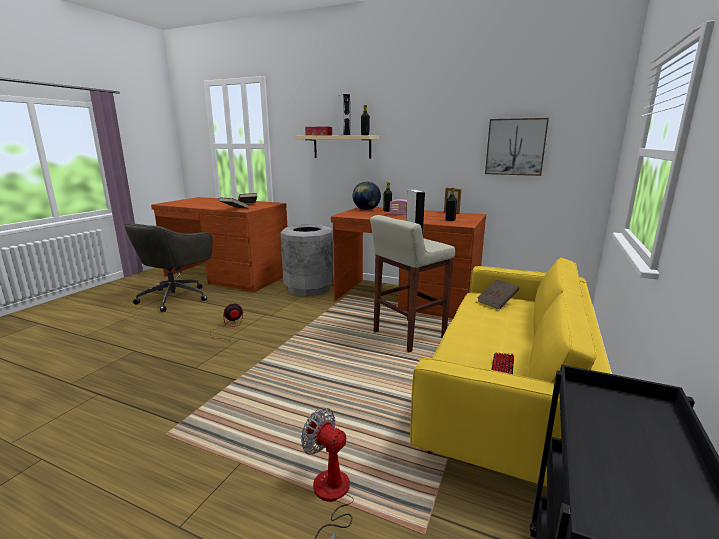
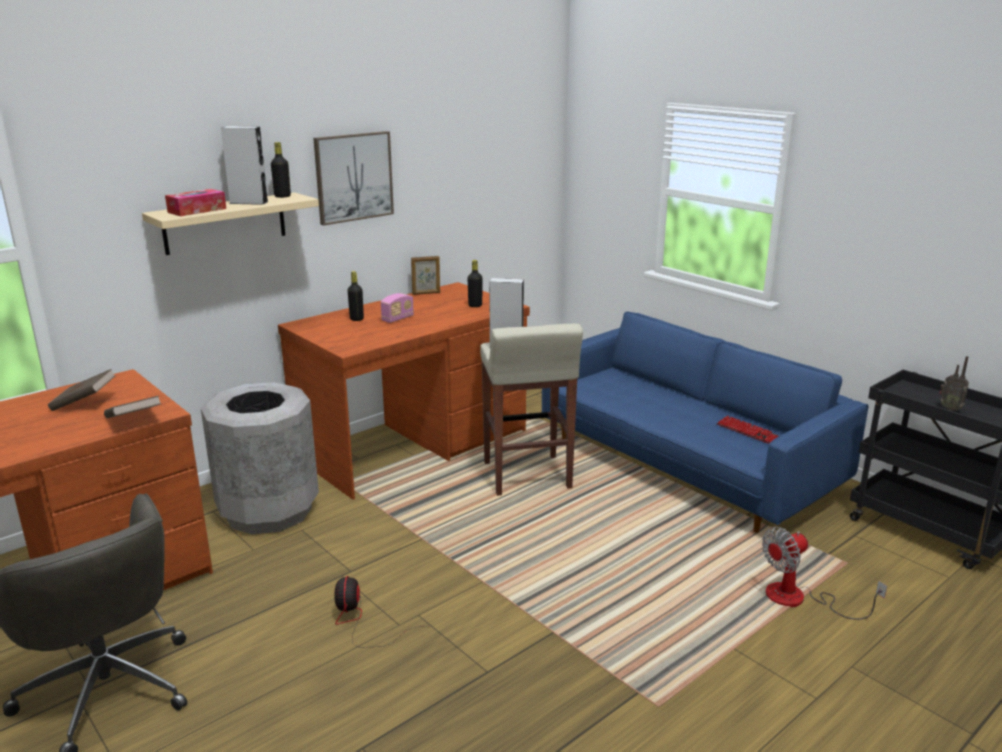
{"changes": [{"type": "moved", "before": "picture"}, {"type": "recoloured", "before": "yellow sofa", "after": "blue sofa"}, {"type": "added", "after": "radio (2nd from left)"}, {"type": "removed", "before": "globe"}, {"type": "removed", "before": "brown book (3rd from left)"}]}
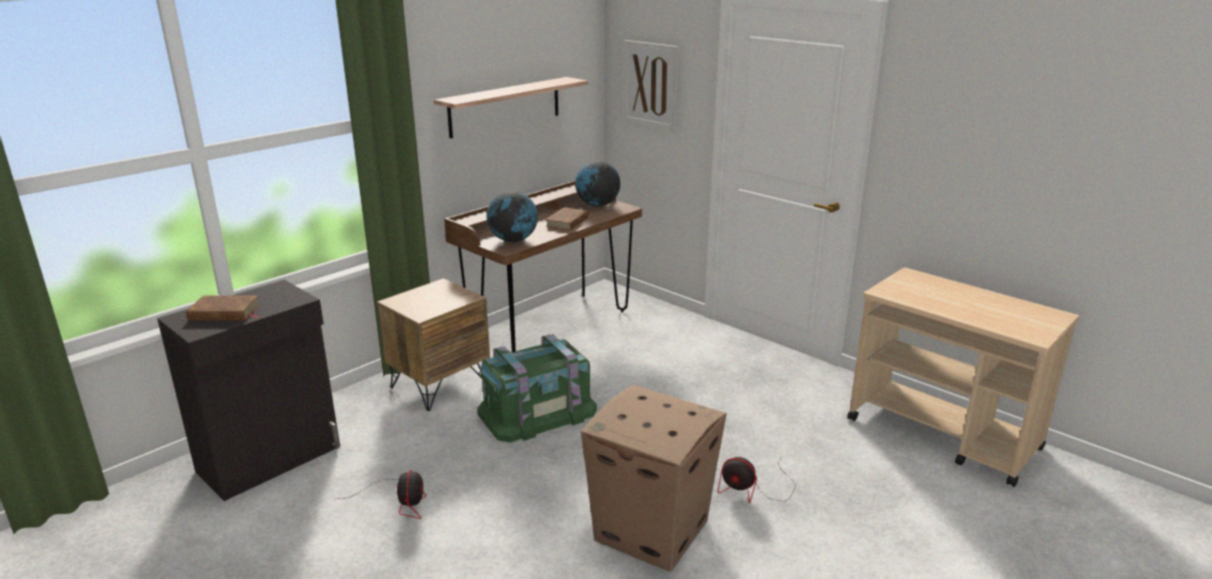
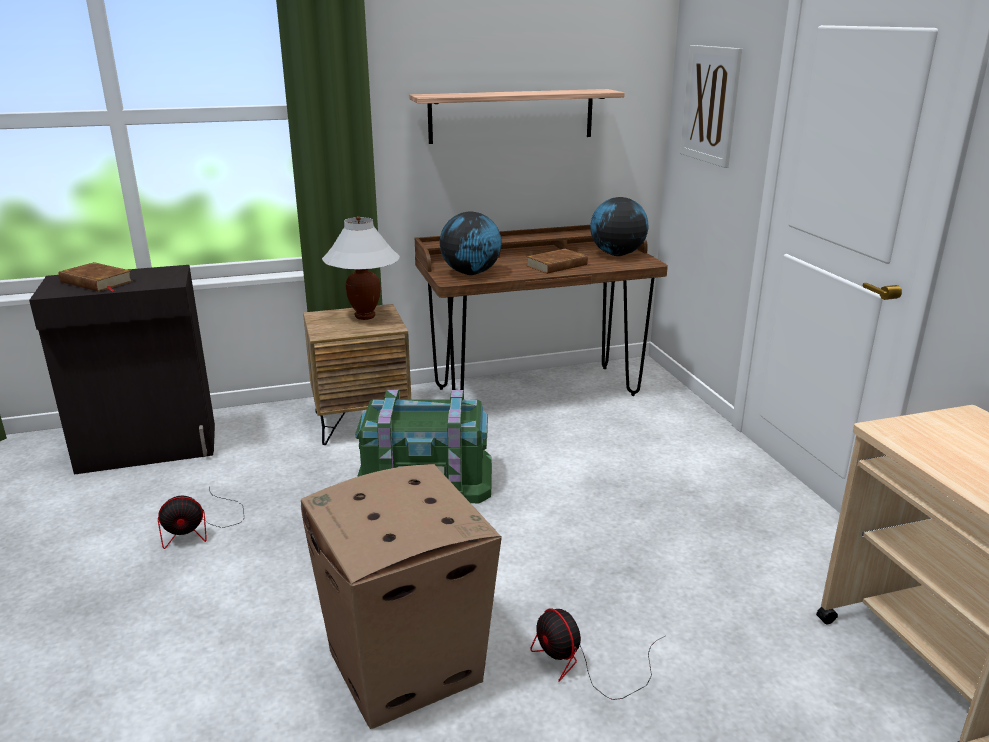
{"changes": [{"type": "turned", "before": "fan (1st from left)", "turn": 45}, {"type": "added", "after": "white table lamp"}]}
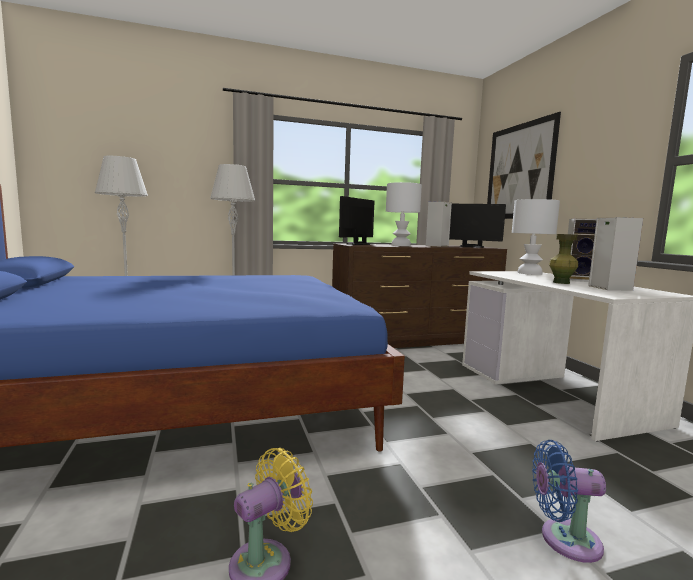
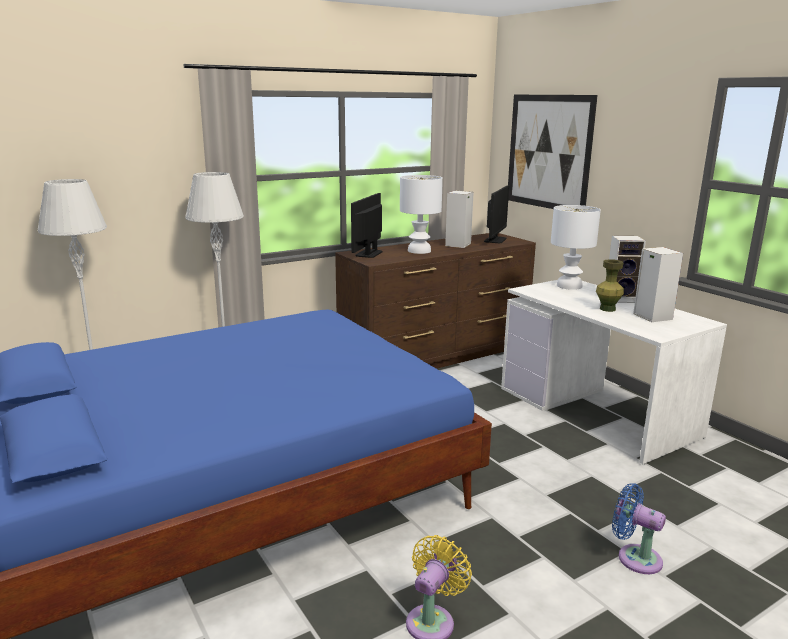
{"changes": [{"type": "turned", "before": "monitor (2nd from left)", "turn": -75}, {"type": "turned", "before": "blue fan", "turn": 45}]}
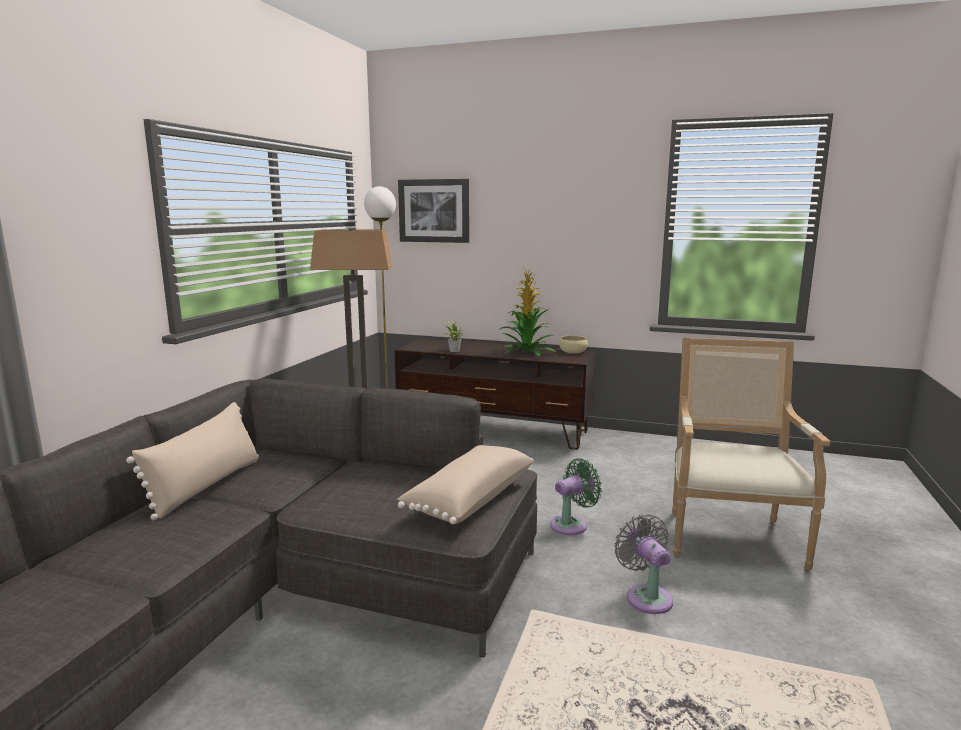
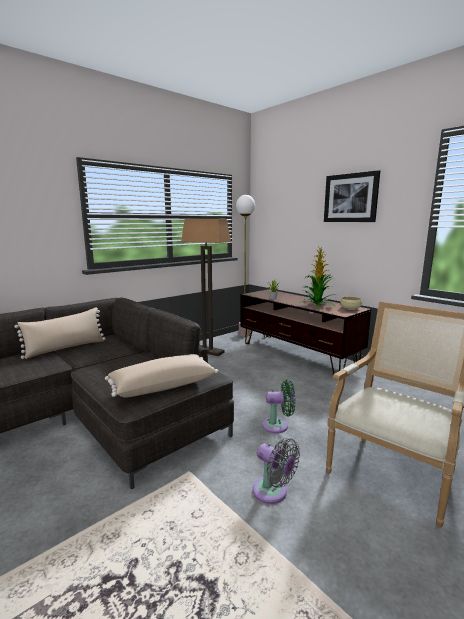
{"changes": [{"type": "turned", "before": "grey fan", "turn": 120}, {"type": "moved", "before": "picture"}]}
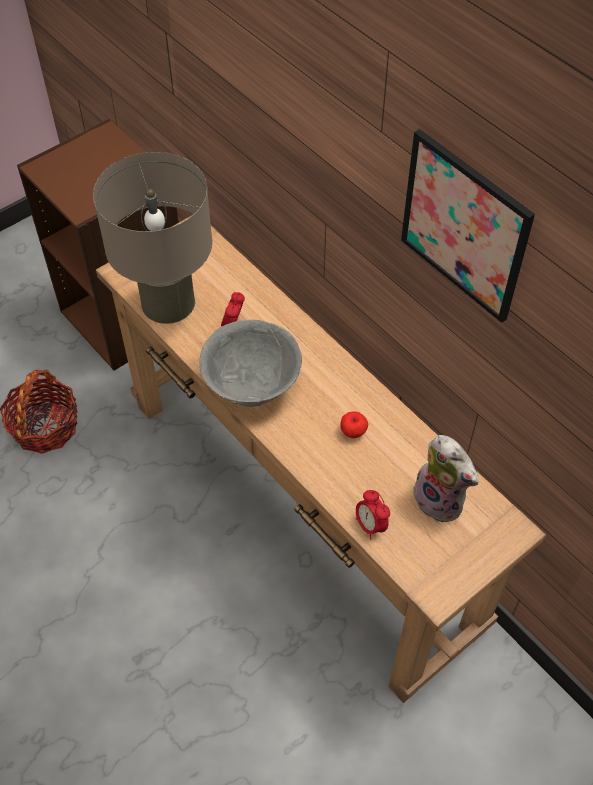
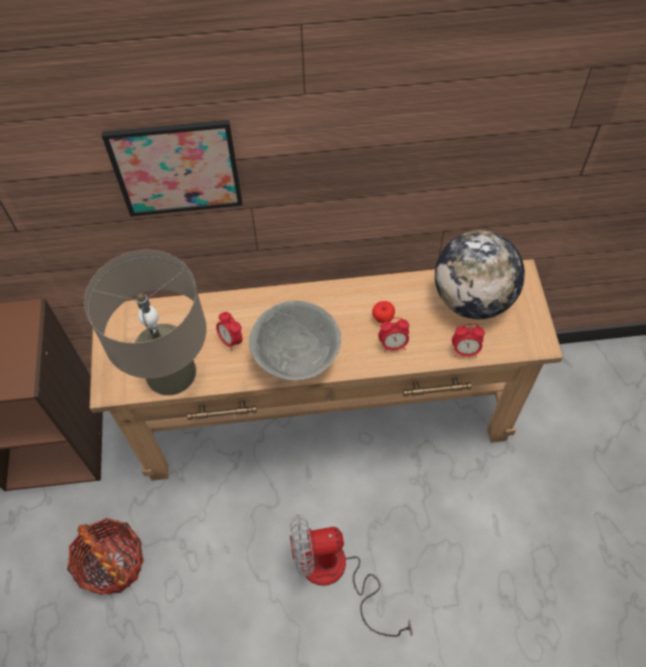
{"changes": [{"type": "moved", "before": "picture"}, {"type": "added", "after": "fan"}, {"type": "added", "after": "alarm clock (2nd from left)"}, {"type": "replaced", "before": "plush toy", "after": "globe"}]}
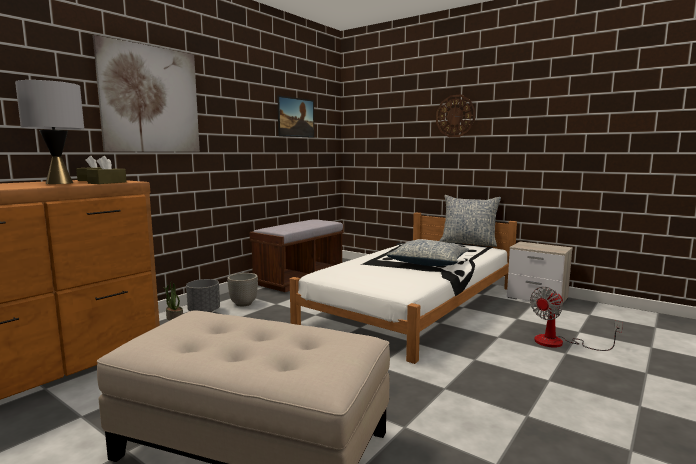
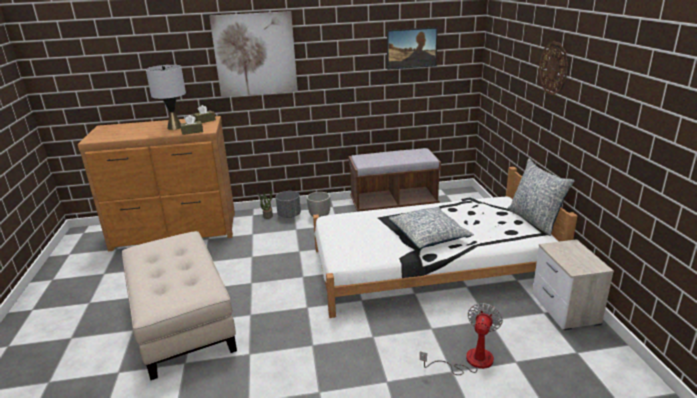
{"changes": [{"type": "turned", "before": "fan", "turn": 105}]}
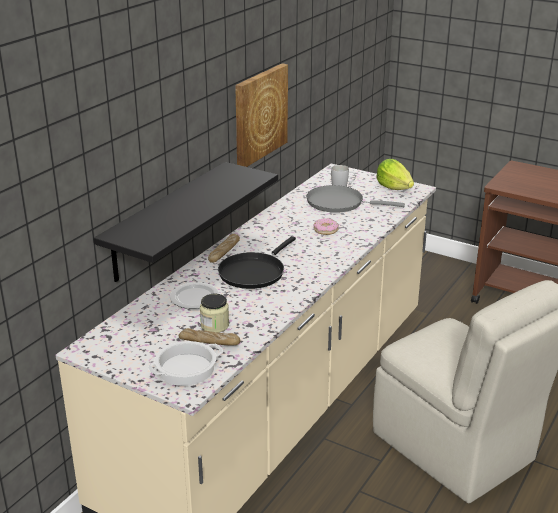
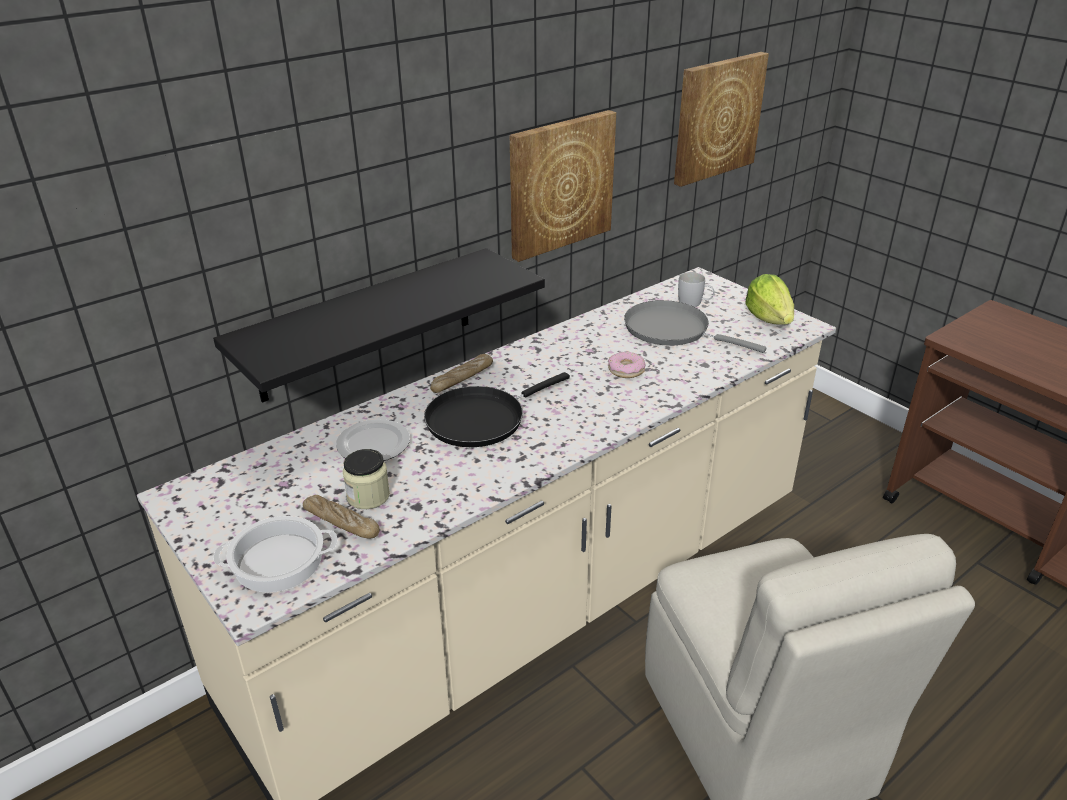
{"changes": [{"type": "added", "after": "picture (2nd from left)"}]}
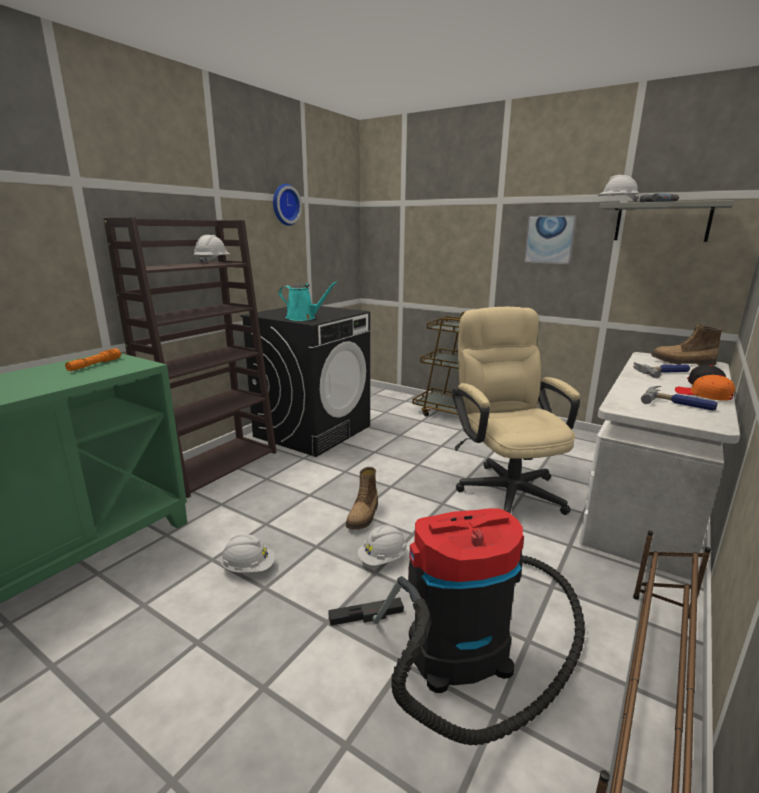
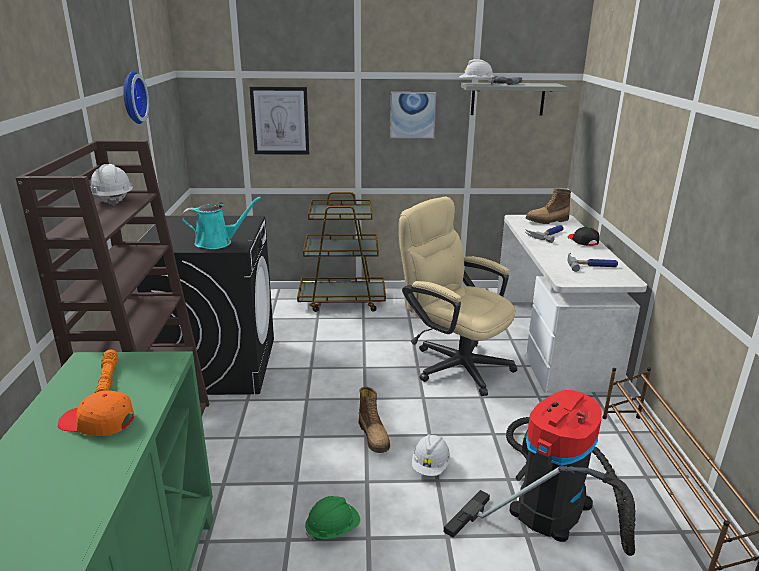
{"changes": [{"type": "moved", "before": "orange cap"}, {"type": "added", "after": "picture (1st from left)"}, {"type": "recoloured", "before": "white hard hat (2nd from left)", "after": "green hard hat"}]}
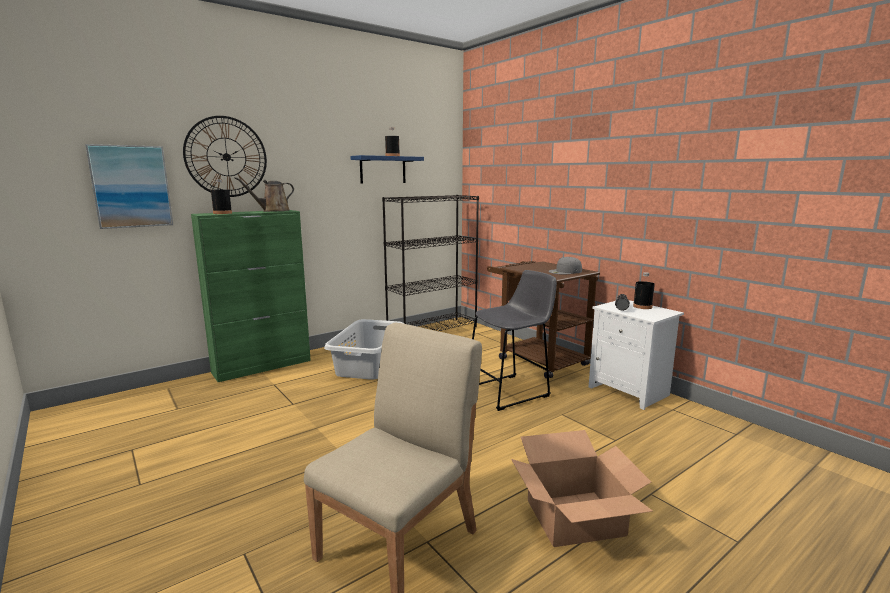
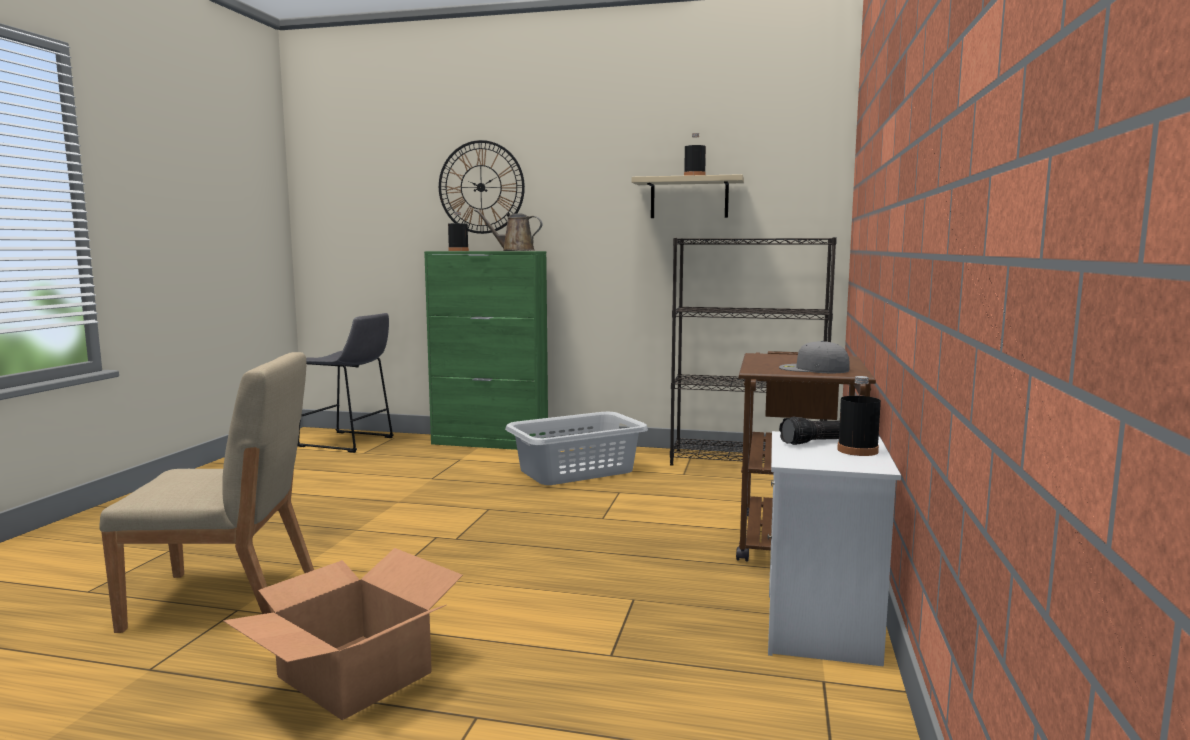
{"changes": [{"type": "moved", "before": "grey stool"}, {"type": "recoloured", "before": "blue shelf", "after": "beige shelf"}, {"type": "removed", "before": "picture"}]}
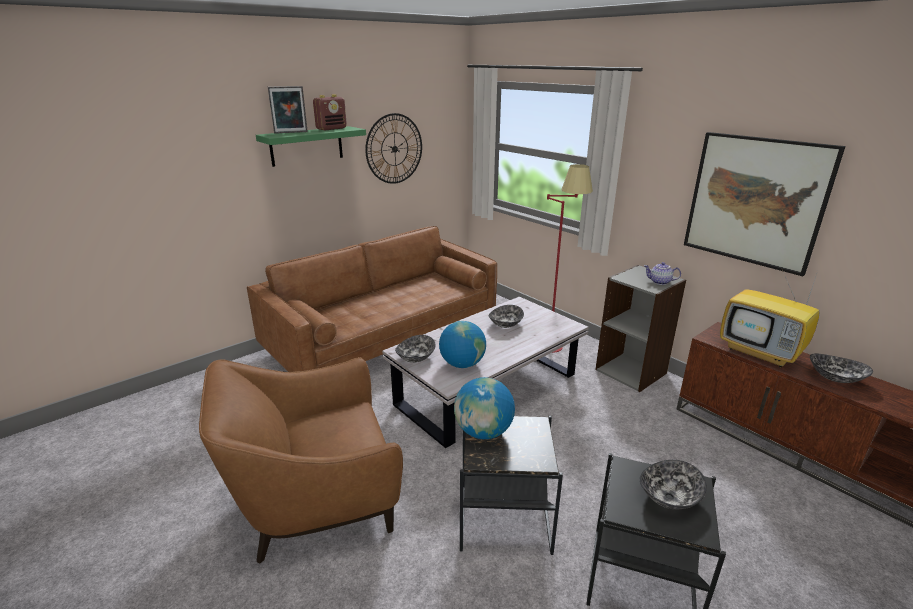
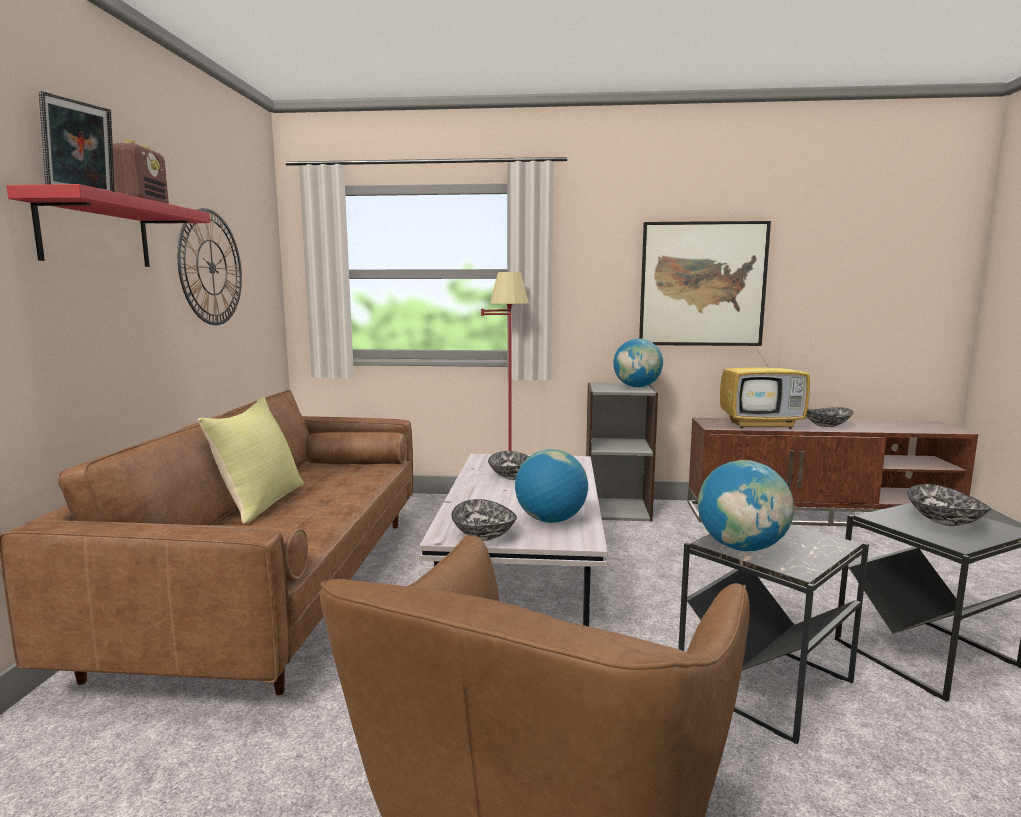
{"changes": [{"type": "recoloured", "before": "green shelf", "after": "red shelf"}, {"type": "added", "after": "yellow pillow"}, {"type": "replaced", "before": "teapot", "after": "globe (2nd from left)"}]}
